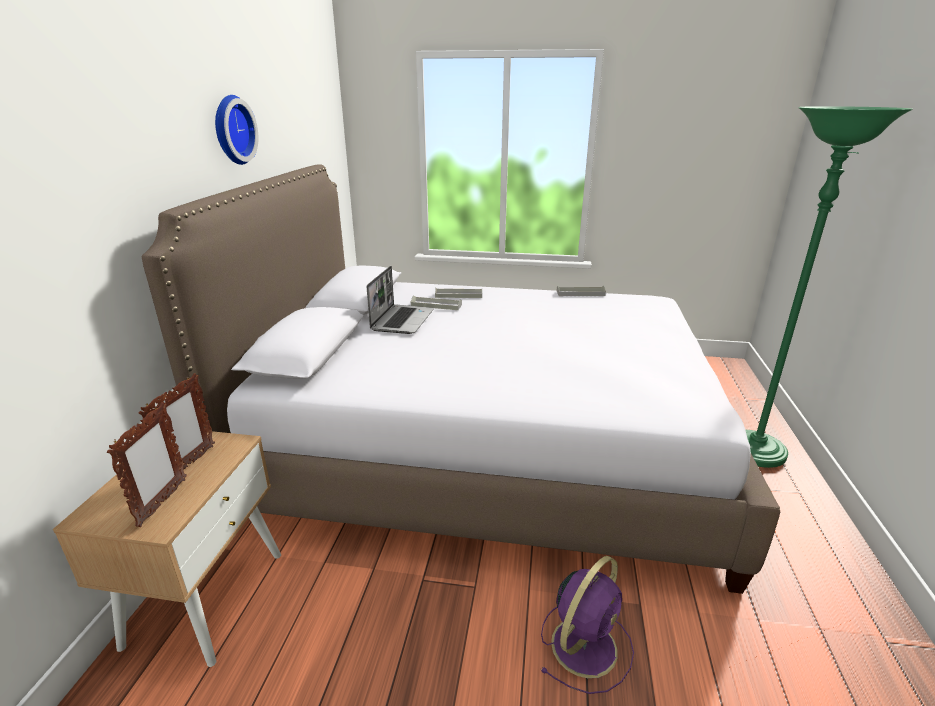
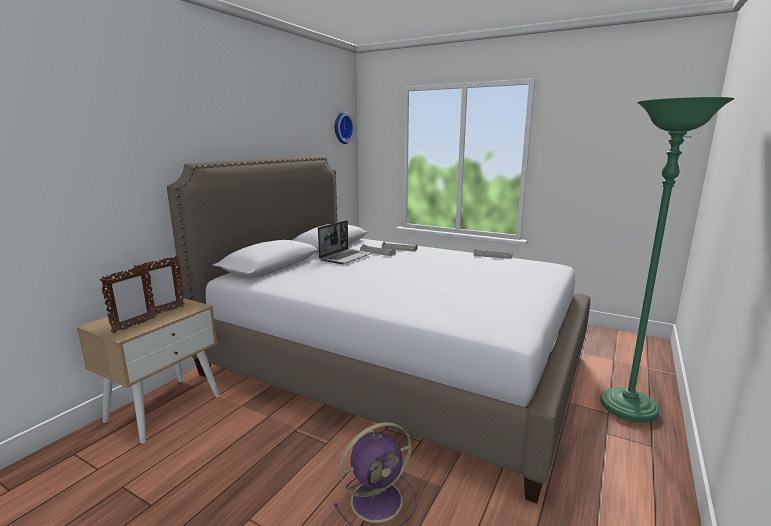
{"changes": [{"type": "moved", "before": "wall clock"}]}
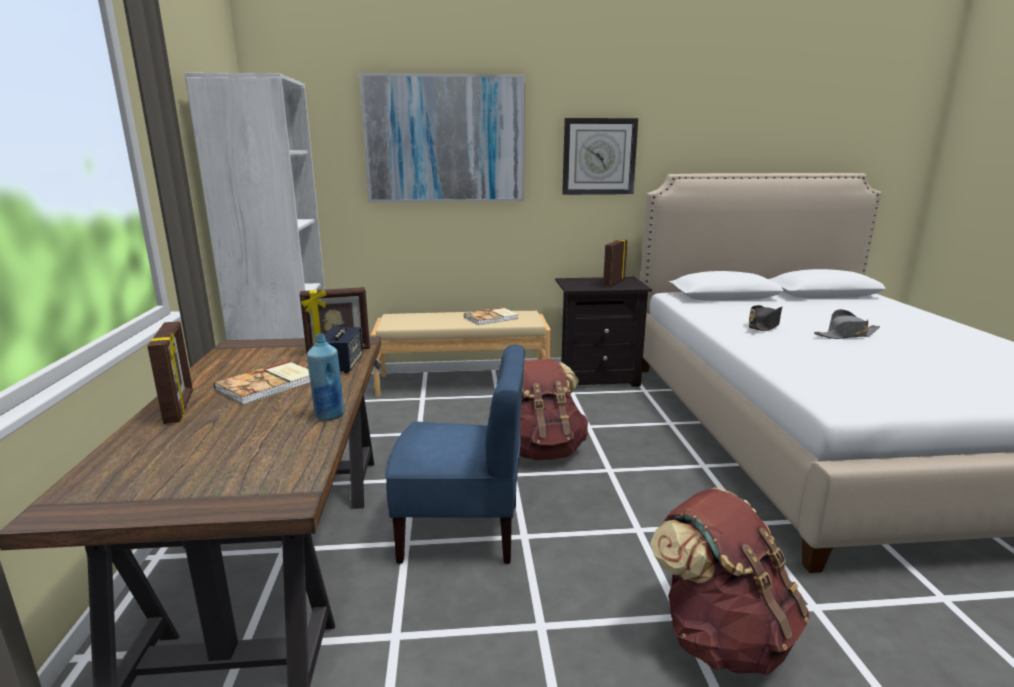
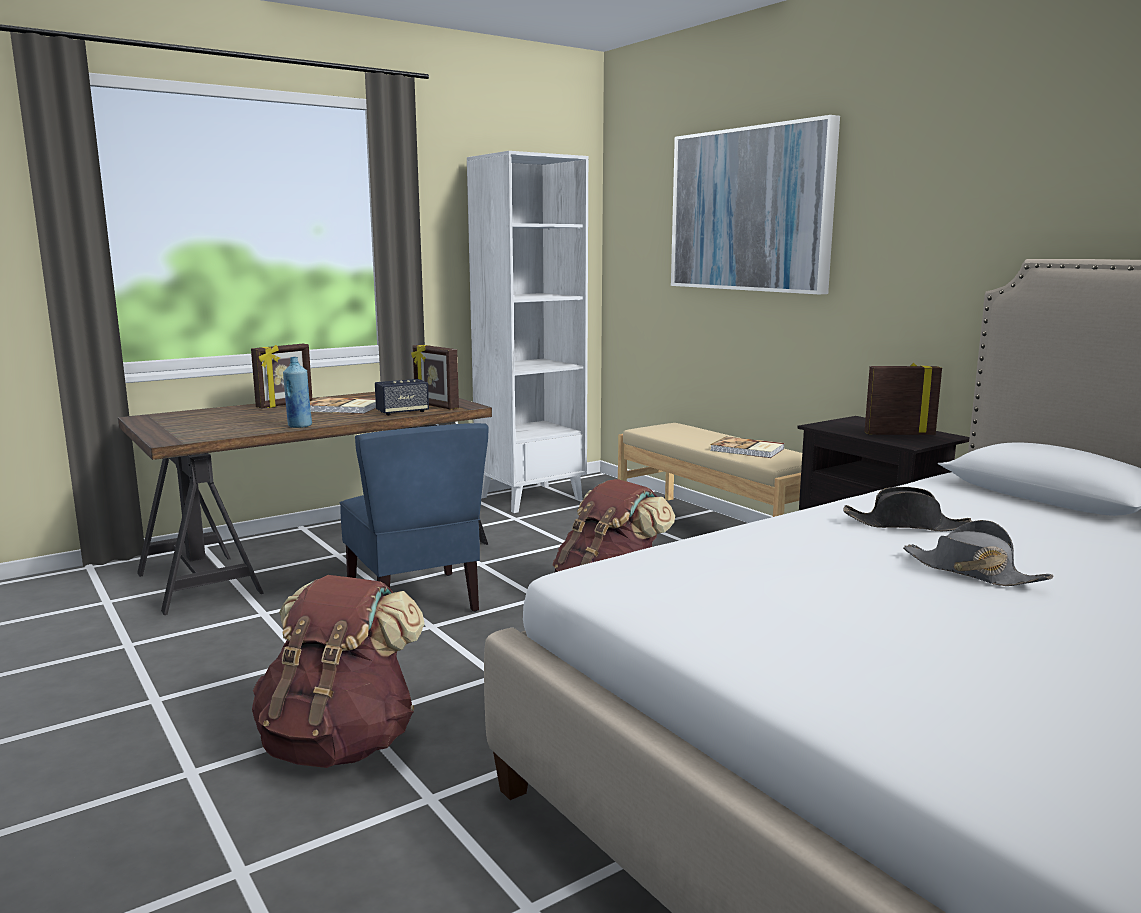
{"changes": [{"type": "removed", "before": "wall clock"}]}
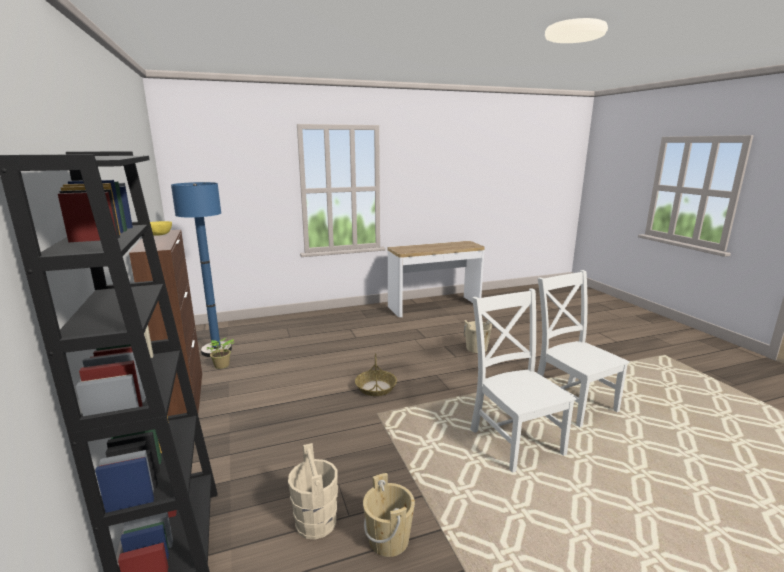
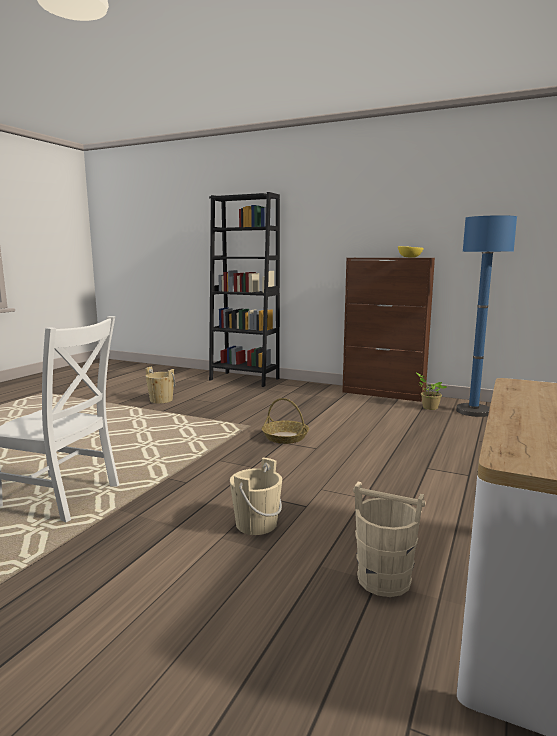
{"changes": [{"type": "moved", "before": "beige bucket (1st from left in the first image)", "after": "beige bucket (3rd from left)"}, {"type": "removed", "before": "white chair (1st from left)"}]}
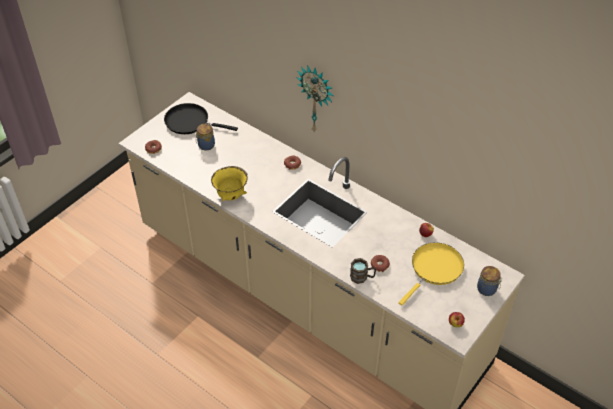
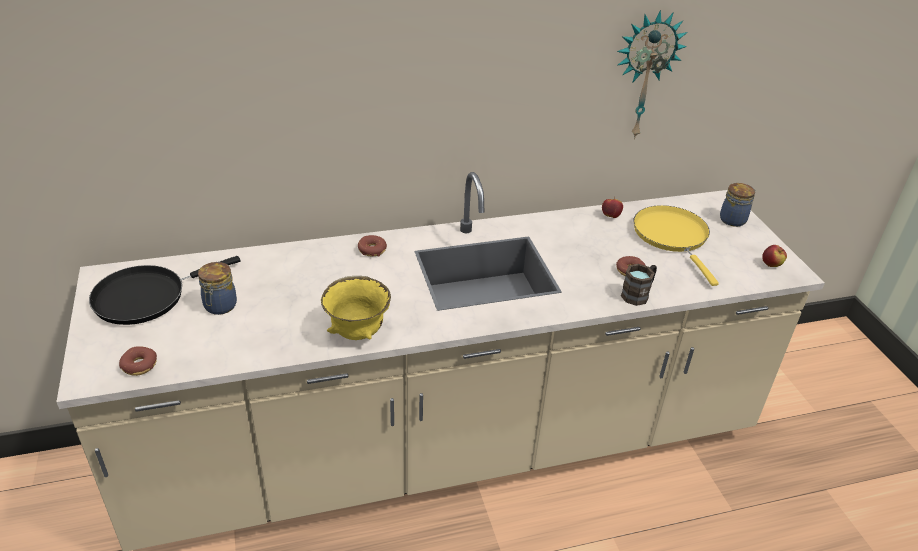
{"changes": [{"type": "moved", "before": "wall clock"}]}
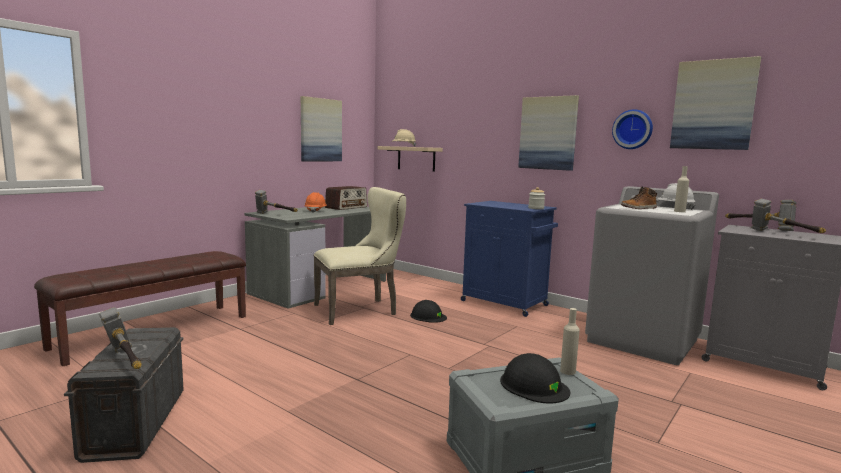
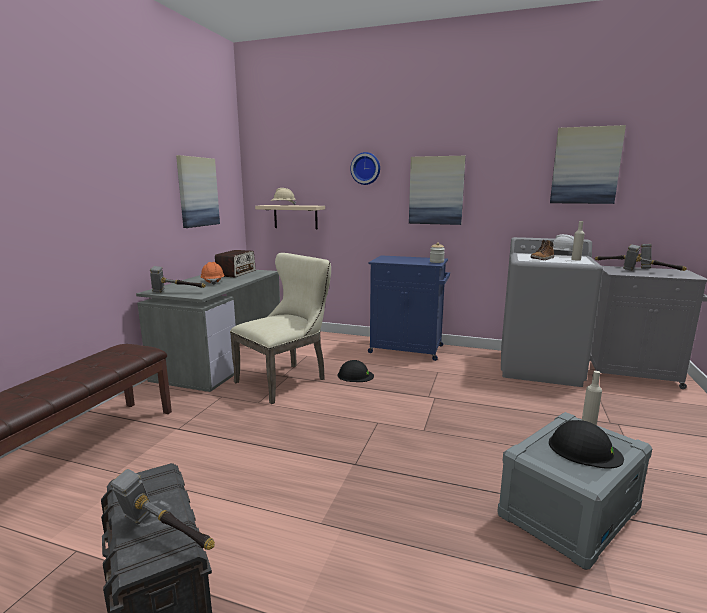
{"changes": [{"type": "moved", "before": "wall clock"}]}
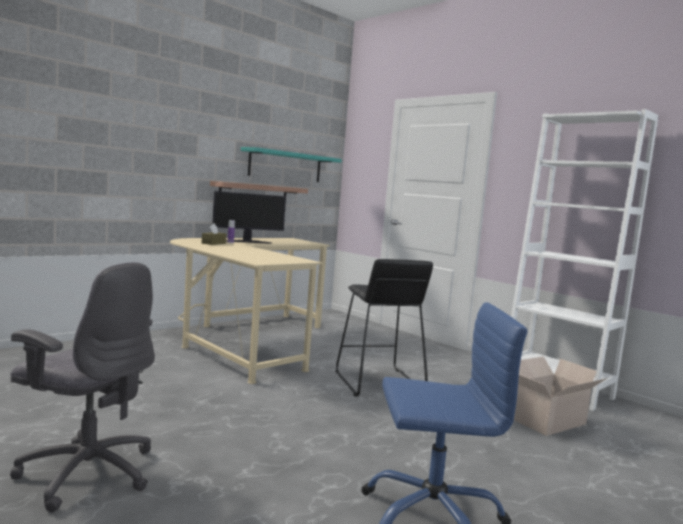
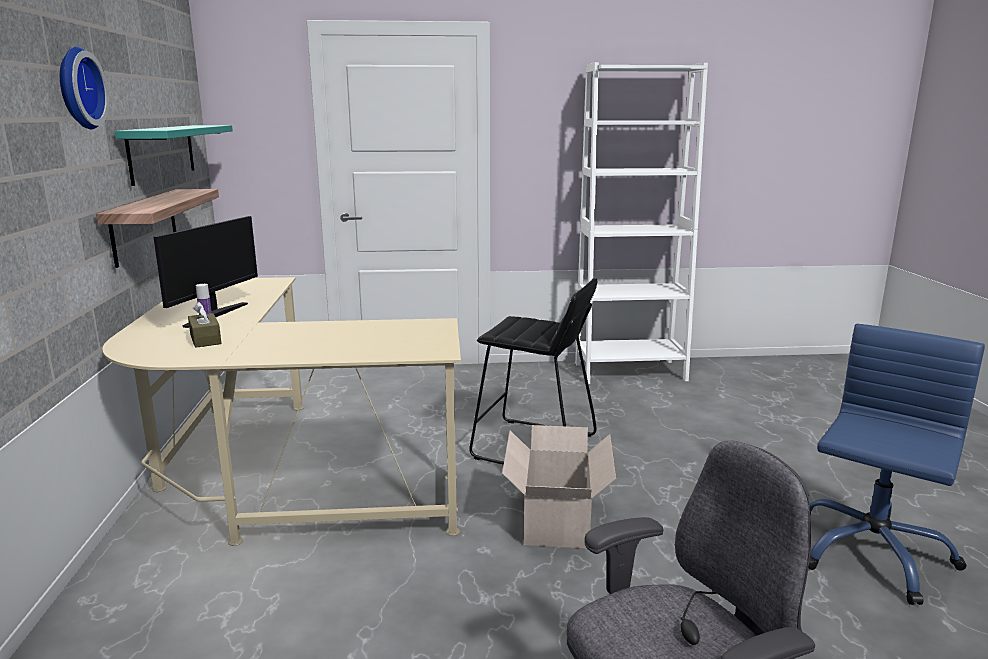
{"changes": [{"type": "added", "after": "wall clock"}, {"type": "moved", "before": "cardboard box"}]}
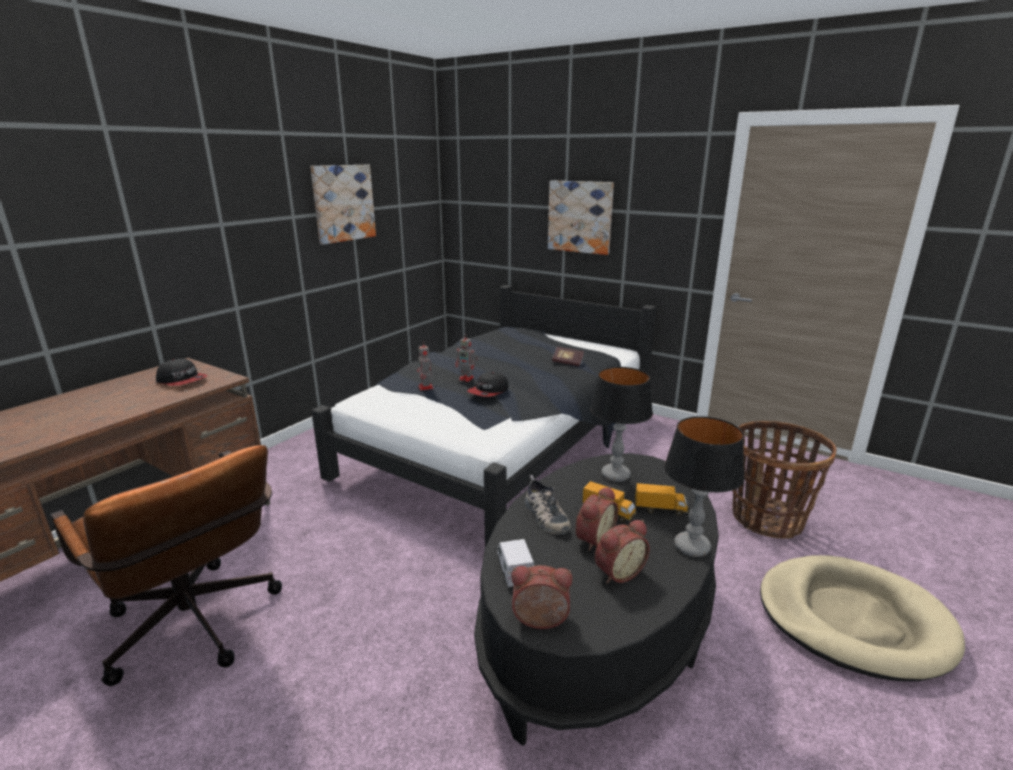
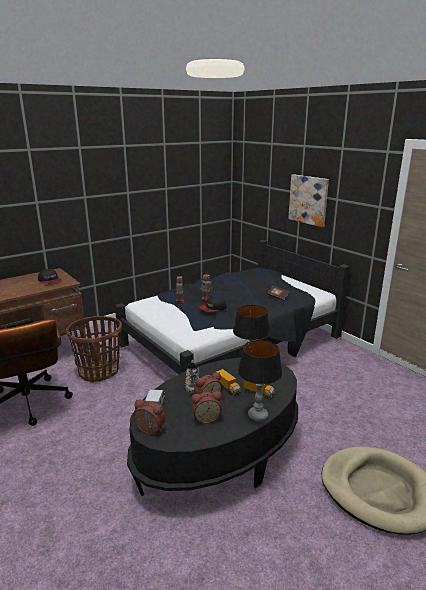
{"changes": [{"type": "moved", "before": "basket"}, {"type": "removed", "before": "picture (1st from left)"}]}
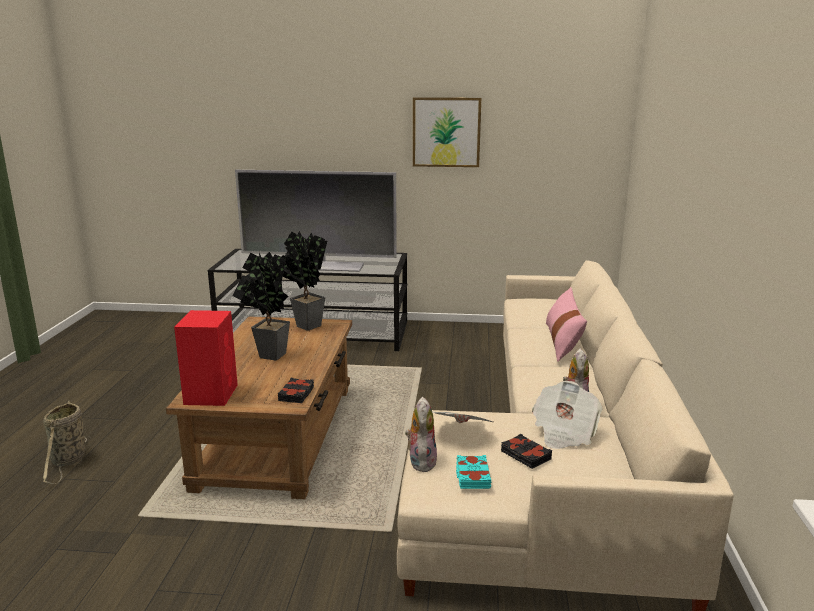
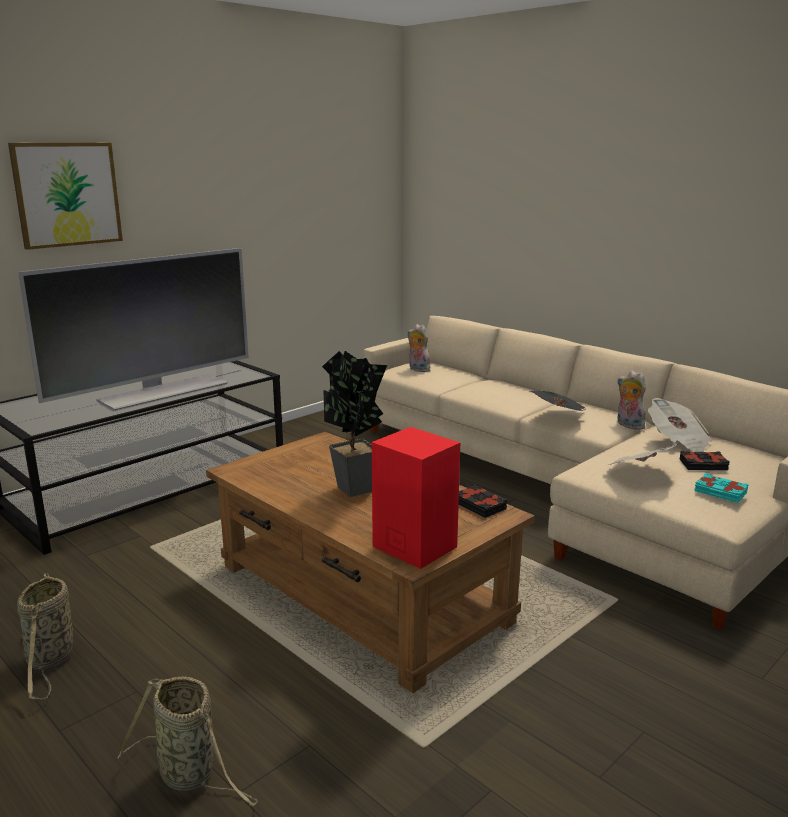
{"changes": [{"type": "moved", "before": "picture"}, {"type": "added", "after": "basket (1st from left)"}, {"type": "moved", "before": "plush toy (1st from left)"}, {"type": "added", "after": "newspaper (1st from left)"}, {"type": "removed", "before": "potted plant (2nd from left)"}, {"type": "removed", "before": "pink pillow"}]}
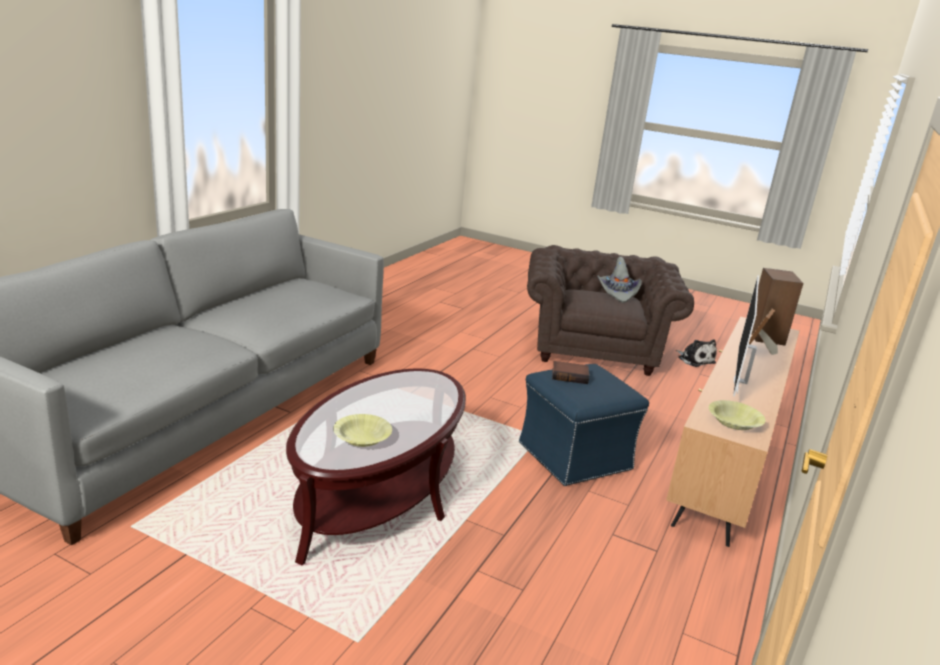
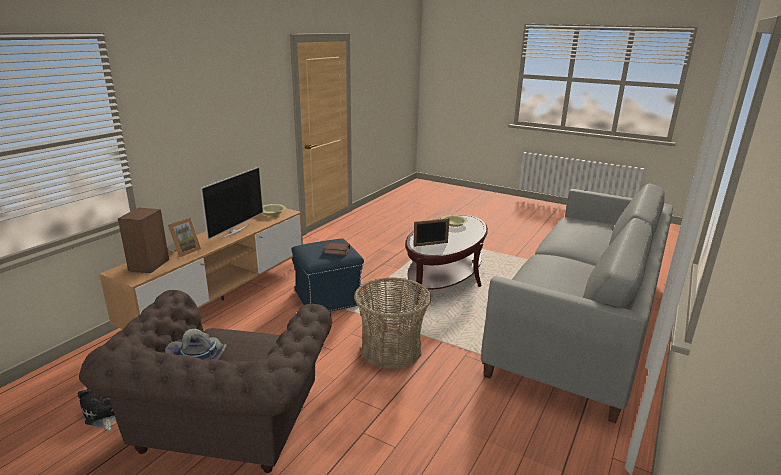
{"changes": [{"type": "added", "after": "basket"}, {"type": "added", "after": "picture frame (2nd from left)"}]}
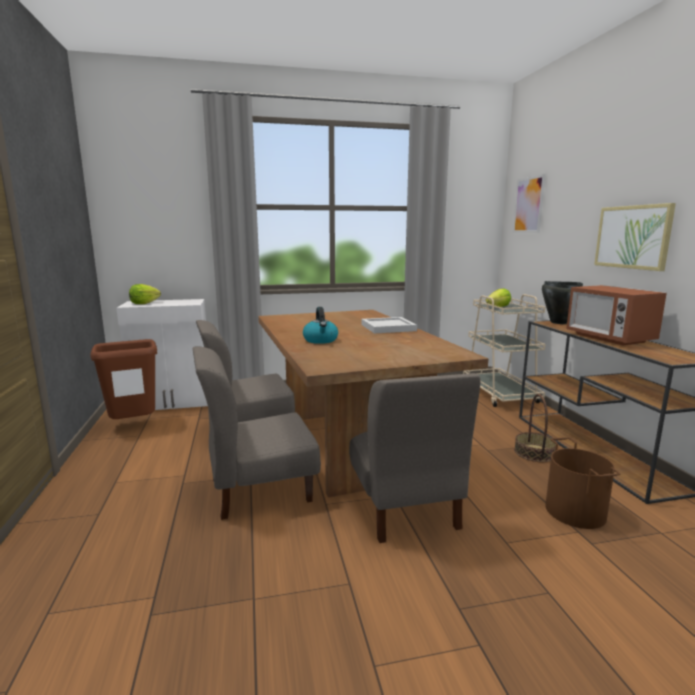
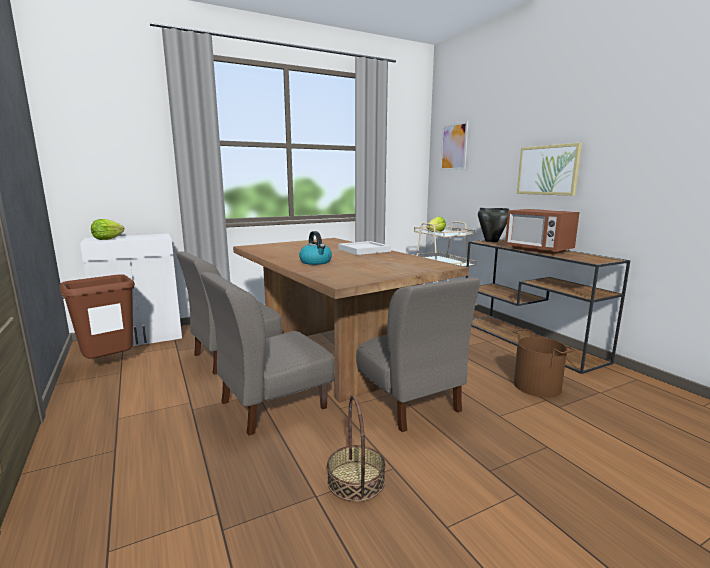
{"changes": [{"type": "moved", "before": "basket"}]}
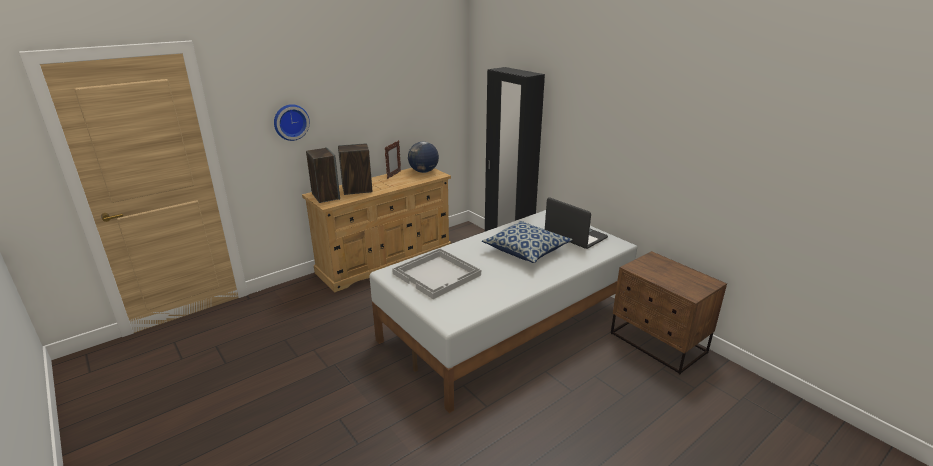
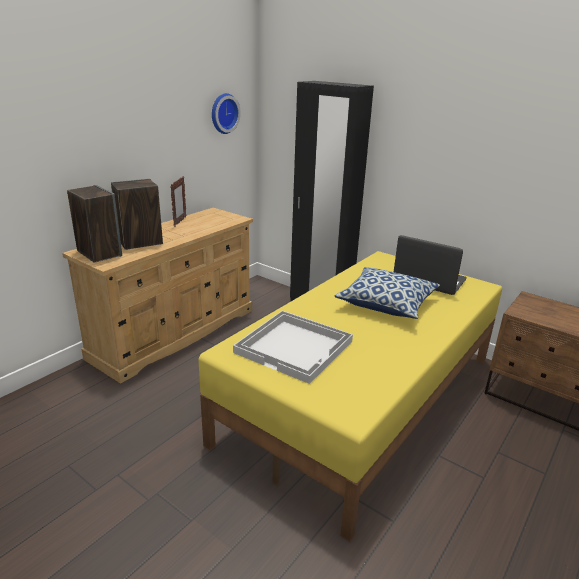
{"changes": [{"type": "recoloured", "before": "white bed", "after": "yellow bed"}, {"type": "moved", "before": "wall clock"}, {"type": "removed", "before": "globe"}]}
